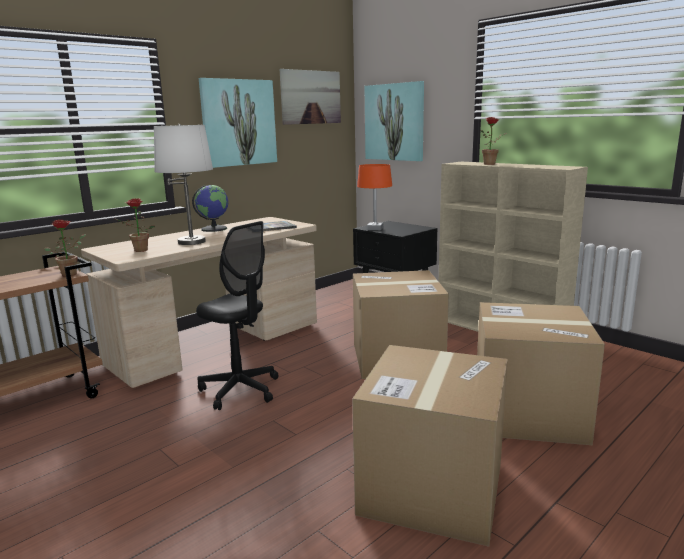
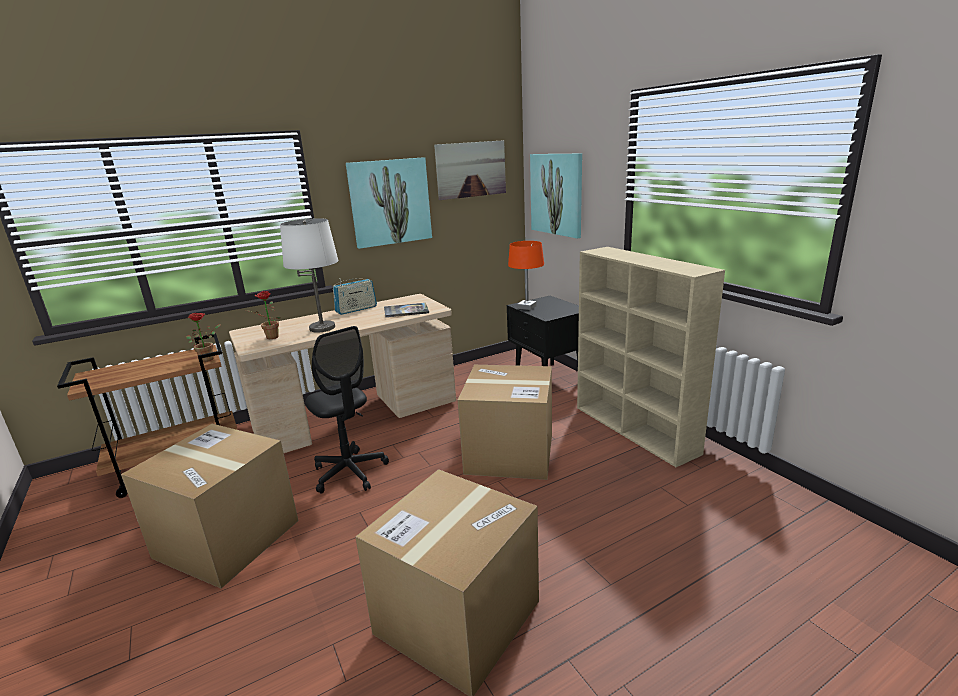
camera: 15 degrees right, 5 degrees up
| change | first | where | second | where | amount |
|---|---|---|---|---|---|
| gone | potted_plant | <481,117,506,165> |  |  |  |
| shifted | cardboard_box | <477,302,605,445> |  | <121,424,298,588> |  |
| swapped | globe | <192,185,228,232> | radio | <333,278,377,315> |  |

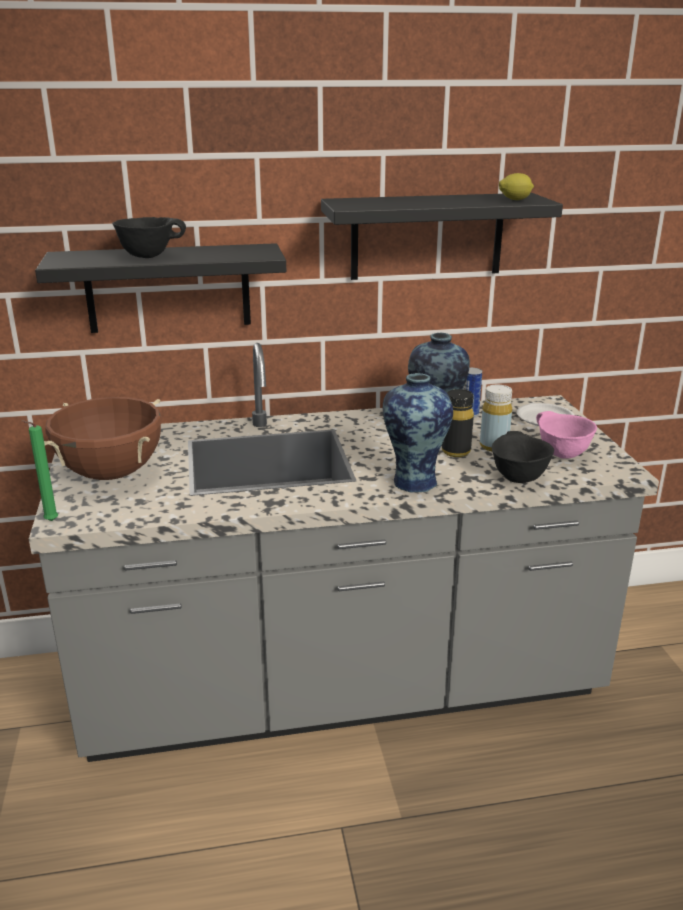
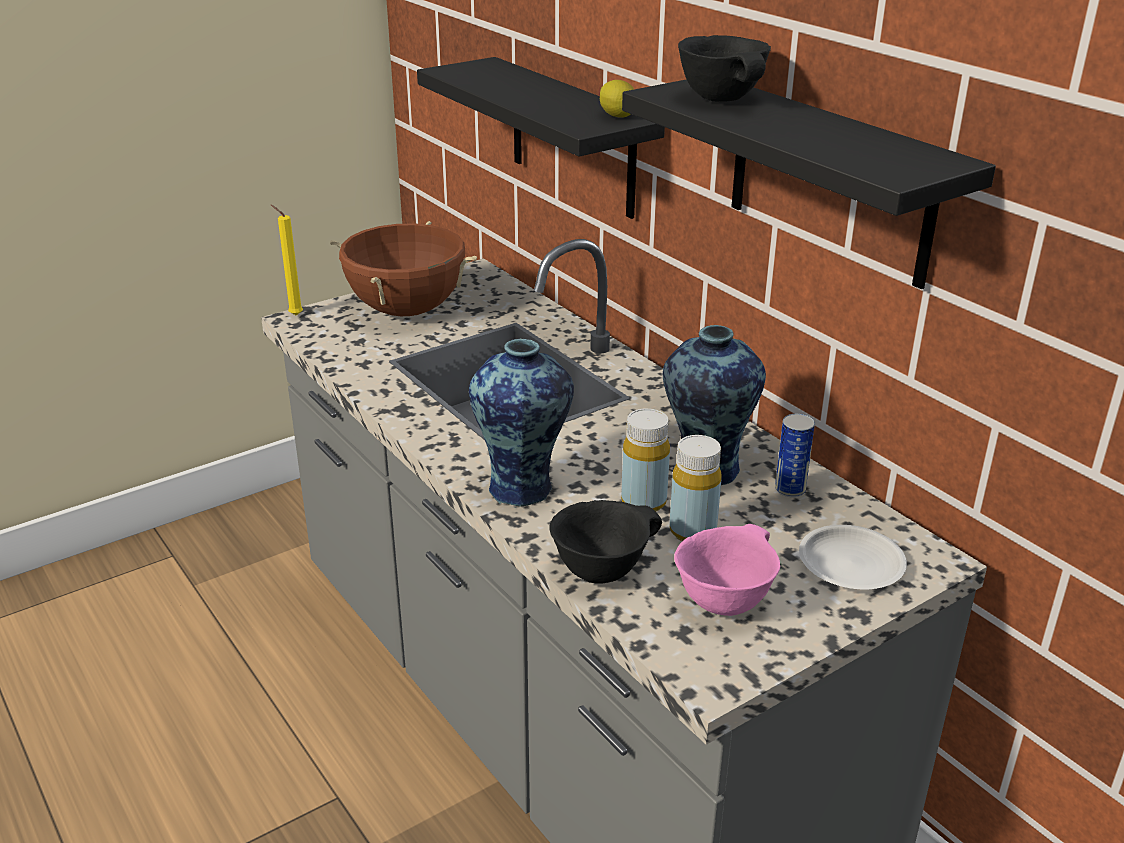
camera: 65 degrees right, 5 degrees up
| change | first | where | second | where | amount |
|---|---|---|---|---|---|
| shifted | black_bowl | <112,217,186,258> |  | <678,35,771,102> |  |
| shifted | lemon | <499,173,534,200> |  | <600,80,634,118> |  |
| repainted | green_candle | <22,420,58,521> | yellow_candle | <271,205,303,316> |  |
| repainted | black_bottle | <442,389,474,457> | yellow_bottle | <621,408,670,511> |  |

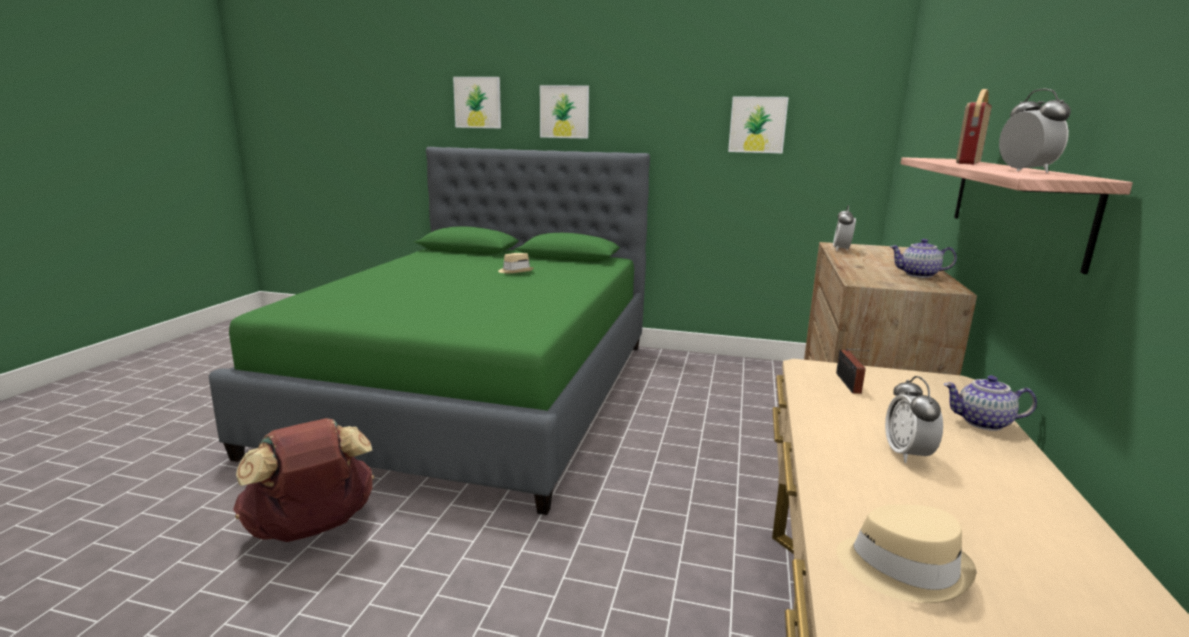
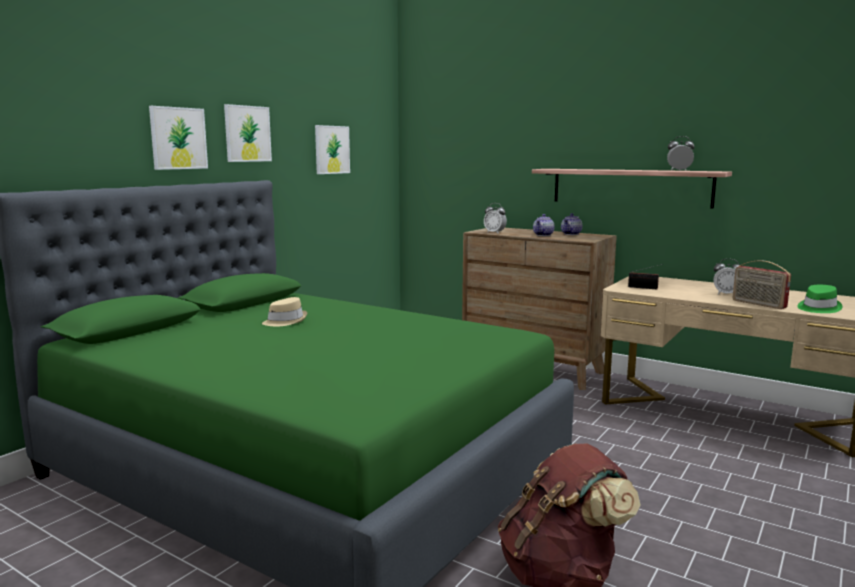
camera: 70 degrees left, 5 degrees down
| change | first | where | second | where | amount |
|---|---|---|---|---|---|
| shifted | picture | <453,77,501,128> |  | <224,104,272,162> |  |
| shifted | teapot | <943,376,1037,431> |  | <533,214,555,236> |  |
| shifted | radio | <956,89,992,164> |  | <733,260,791,309> |  |
| repainted | beige_hat | <836,504,976,603> | green_hat | <797,285,843,313> |  |

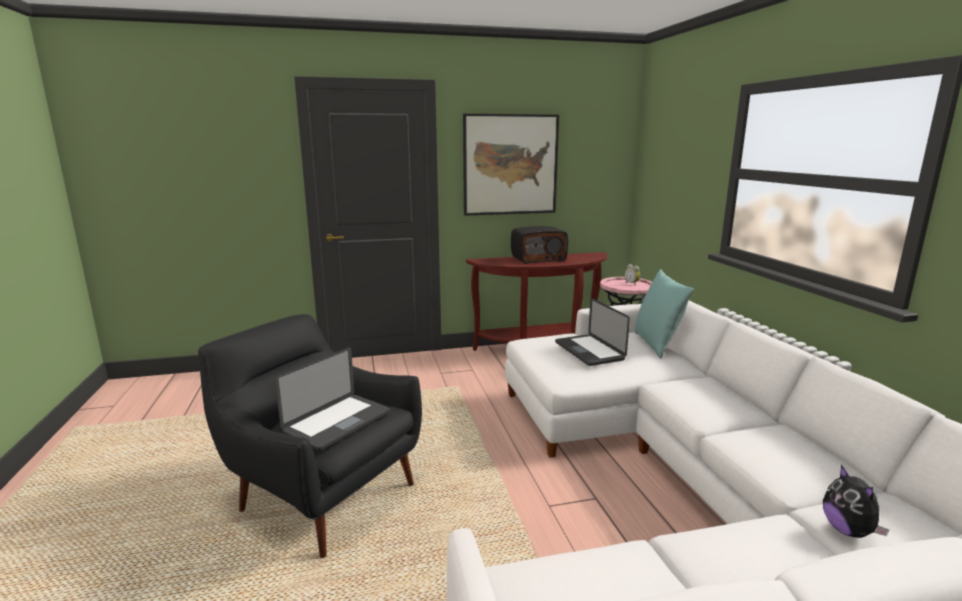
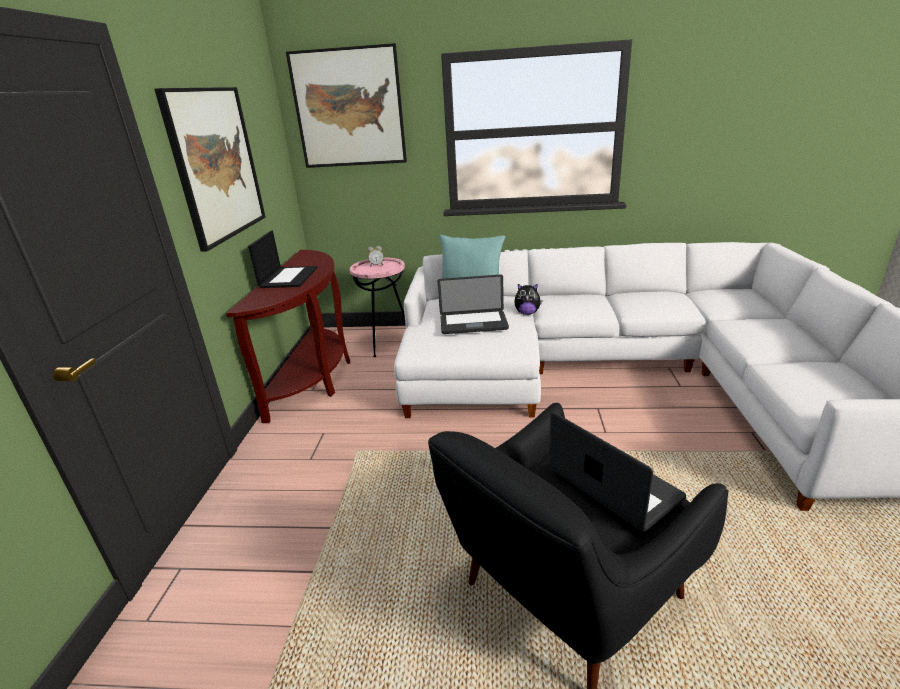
camera: 70 degrees left, 10 degrees up
| change | first | where | second | where | amount |
|---|---|---|---|---|---|
| new |  |  | picture | <286,43,407,168> |  |
| shifted | plush_toy | <823,465,889,538> |  | <514,283,543,315> |  |
| swapped | radio | <511,226,568,264> | laptop | <248,230,318,288> |  |

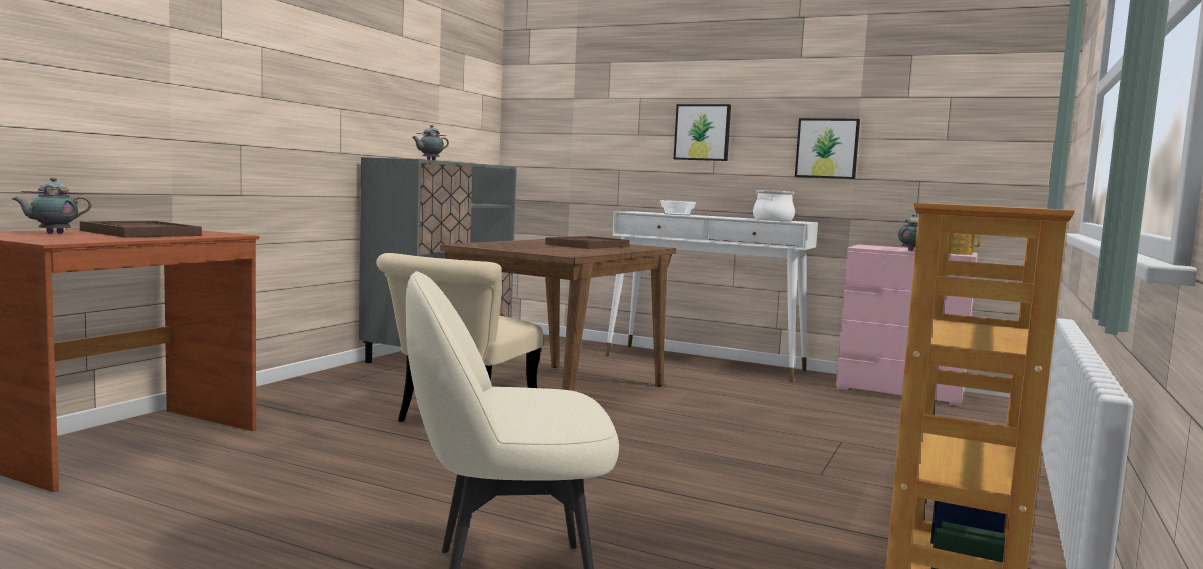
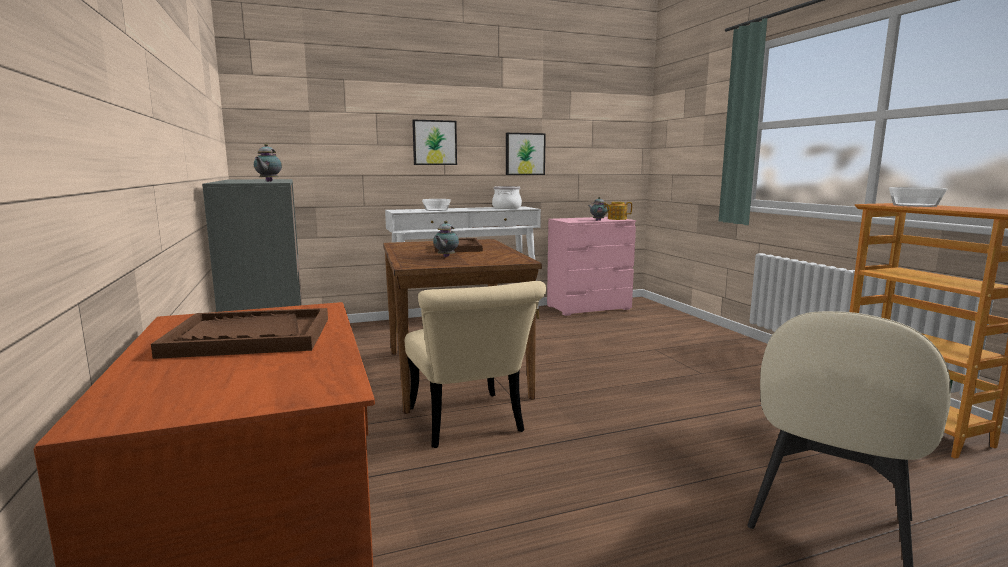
camera: 45 degrees left, 5 degrees up
| change | first | where | second | where | amount |
|---|---|---|---|---|---|
| new |  |  | bowl | <889,187,947,207> |  |
| shifted | teapot | <12,177,92,234> |  | <433,221,459,257> |  |

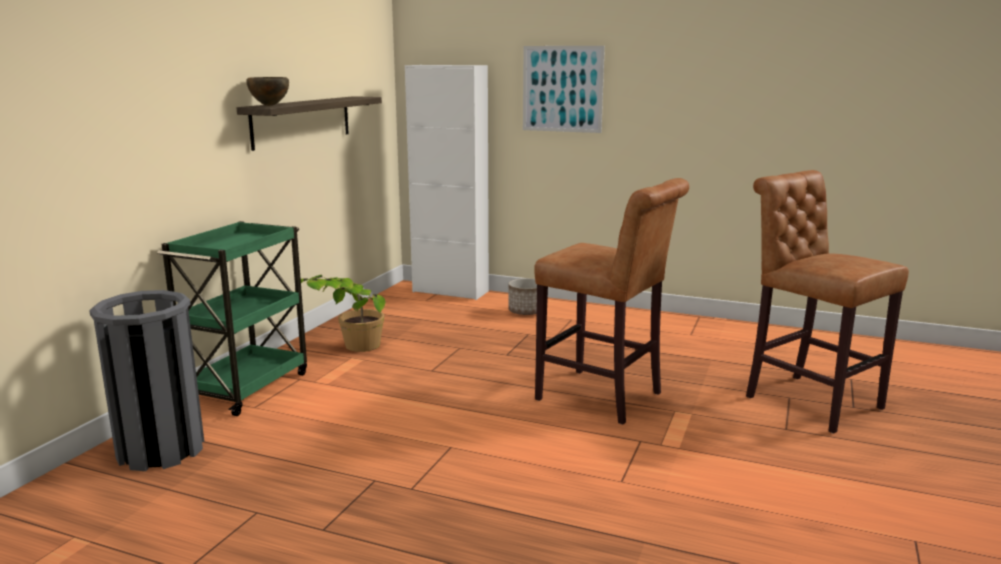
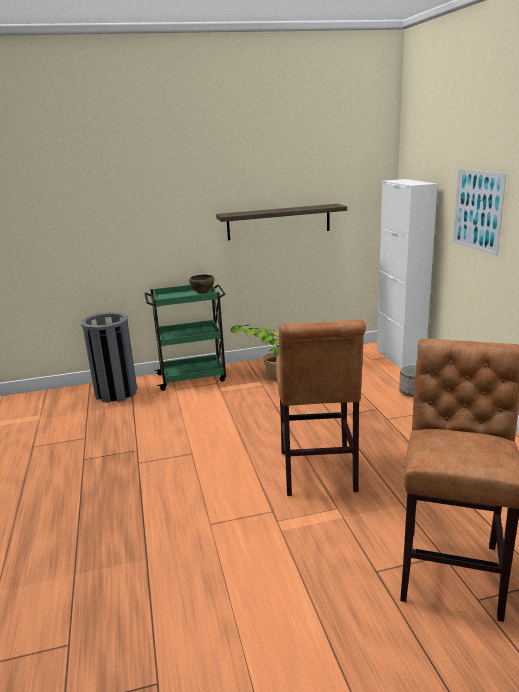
camera: 55 degrees right, 5 degrees up
| change | first | where | second | where | amount |
|---|---|---|---|---|---|
| shifted | brown_bowl | <246,77,289,106> |  | <189,275,214,294> |  |

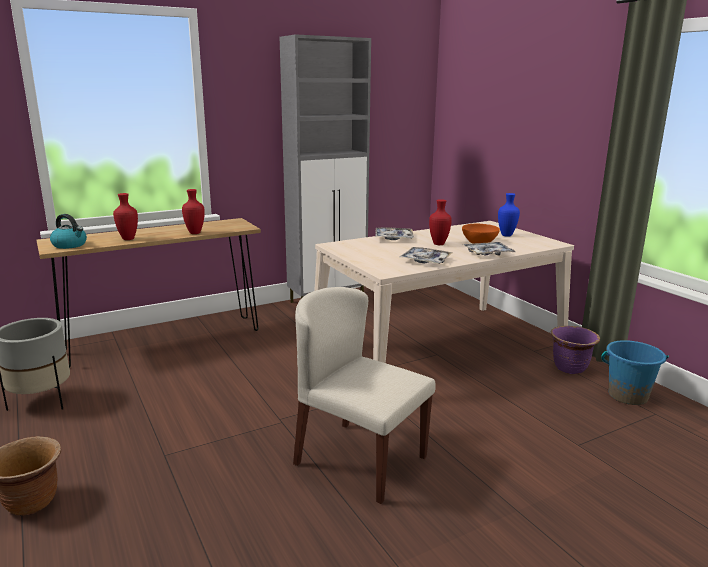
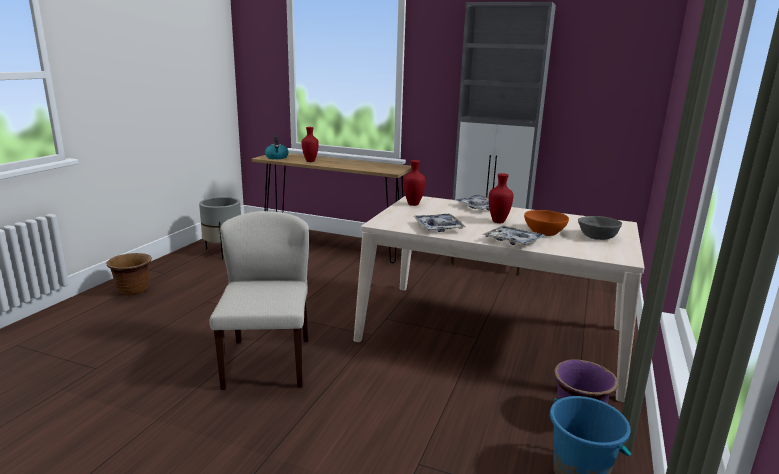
camera: 50 degrees right, 0 degrees up
| change | first | where | second | where | amount |
|---|---|---|---|---|---|
| shifted | red_vase | <182,189,205,234> |  | <404,160,426,206> |  |
| swapped | blue_vase | <498,193,520,237> | grey_bowl | <578,216,622,240> |  |

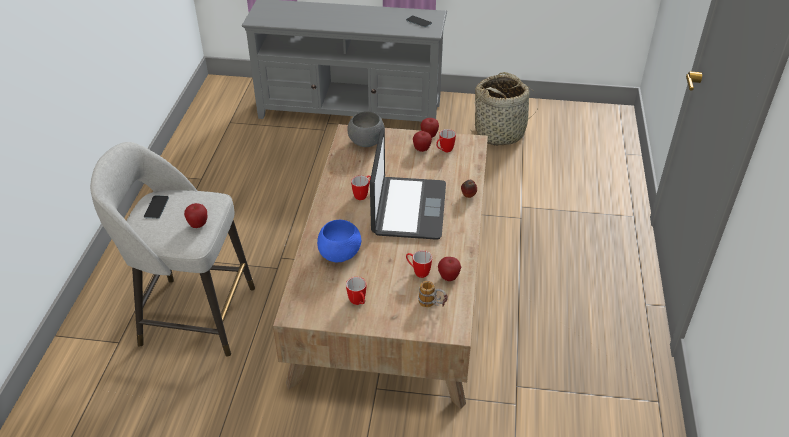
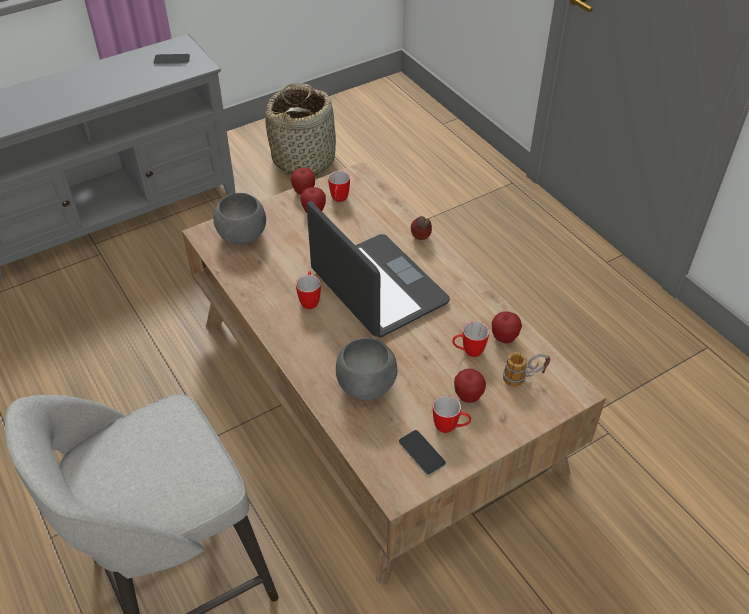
camera: 40 degrees left, 5 degrees up
| change | first | where | second | where | amount |
|---|---|---|---|---|---|
| shifted | phone | <144,195,169,219> |  | <399,430,446,475> |  |
| shifted | apple | <184,203,207,228> |  | <454,369,486,403> |  |
| repainted | blue_bowl | <317,220,361,262> | grey_bowl | <336,338,397,400> |  |

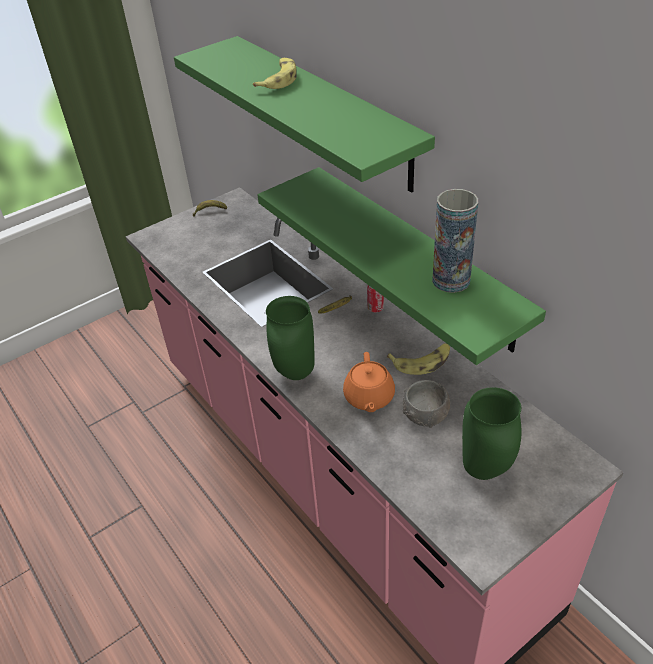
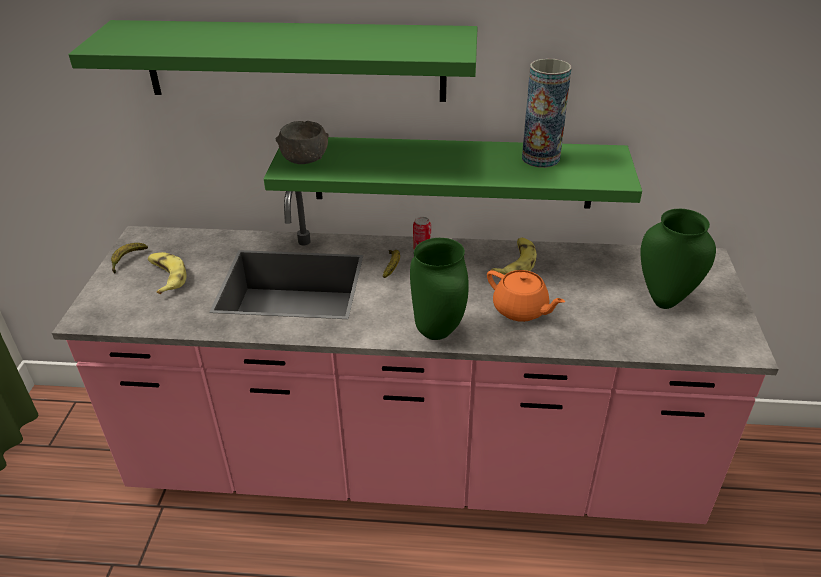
camera: 50 degrees left, 5 degrees down
| change | first | where | second | where | amount |
|---|---|---|---|---|---|
| shifted | banana | <253,58,296,89> |  | <148,252,186,294> |  |
| shifted | grey_bowl | <402,380,450,428> |  | <276,121,329,164> |  |

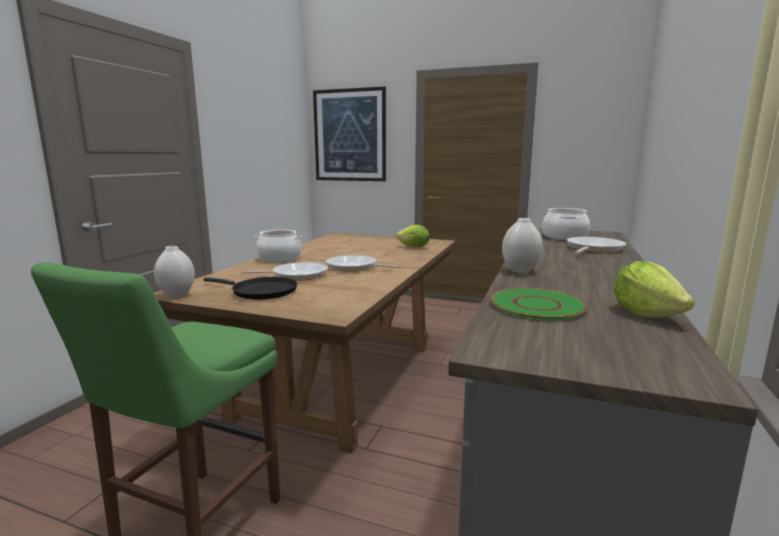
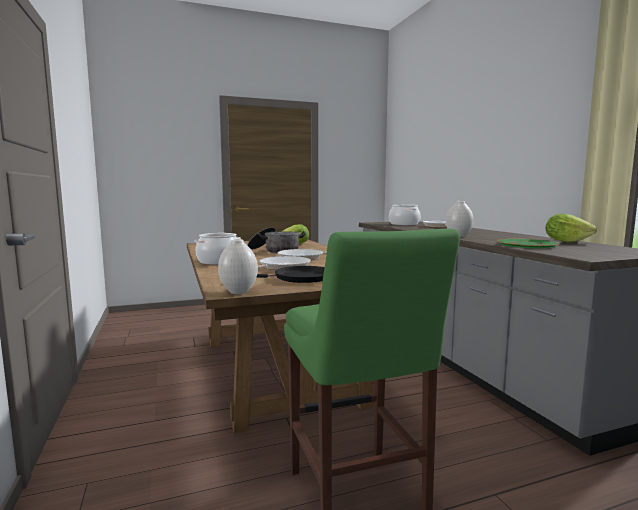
camera: 40 degrees left, 5 degrees down
| change | first | where | second | where | amount |
|---|---|---|---|---|---|
| gone | picture | <313,86,386,181> |  |  |  |
| new |  |  | cooking_pot | <247,227,306,253> |  |

